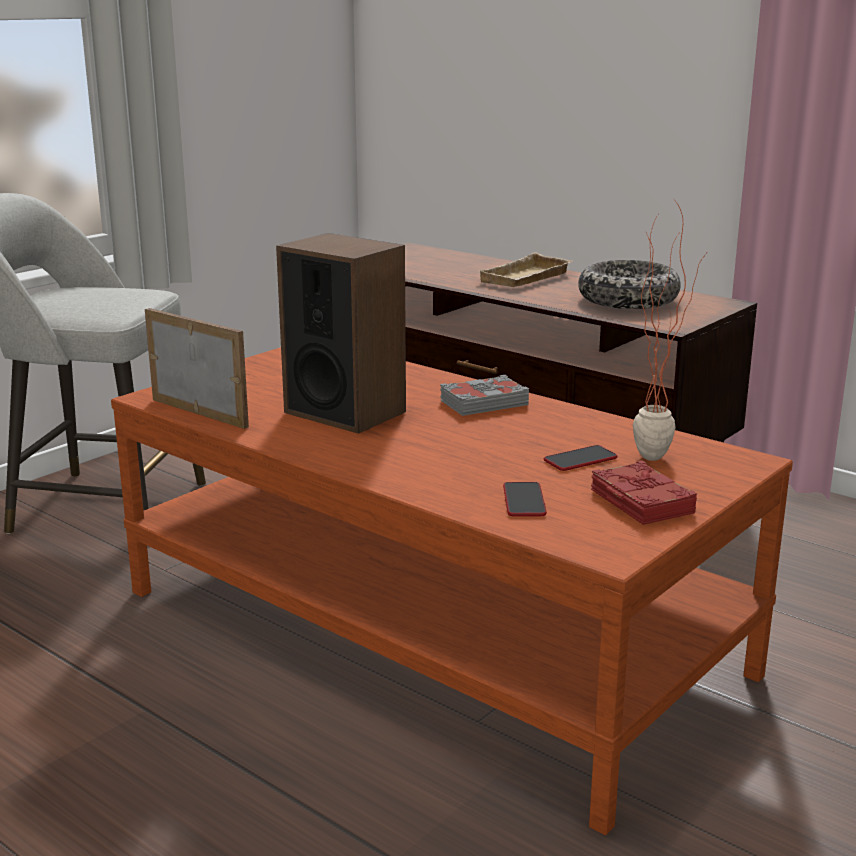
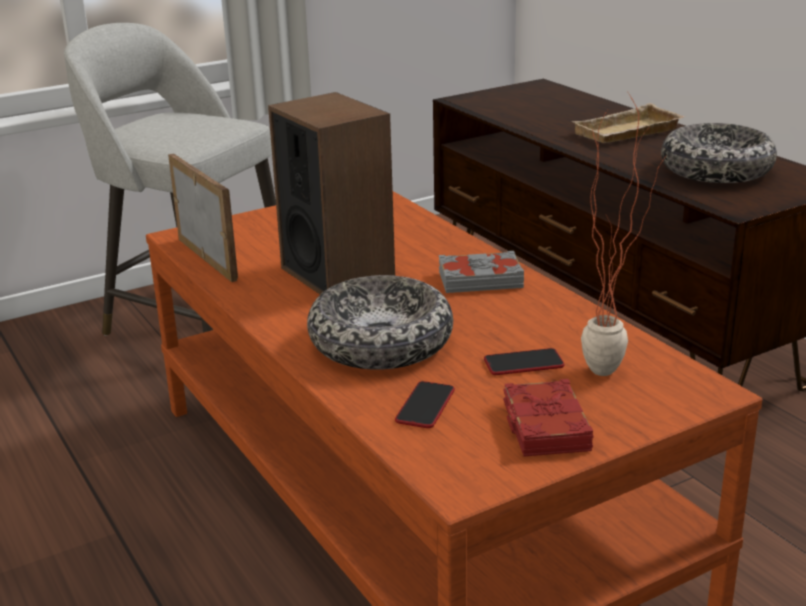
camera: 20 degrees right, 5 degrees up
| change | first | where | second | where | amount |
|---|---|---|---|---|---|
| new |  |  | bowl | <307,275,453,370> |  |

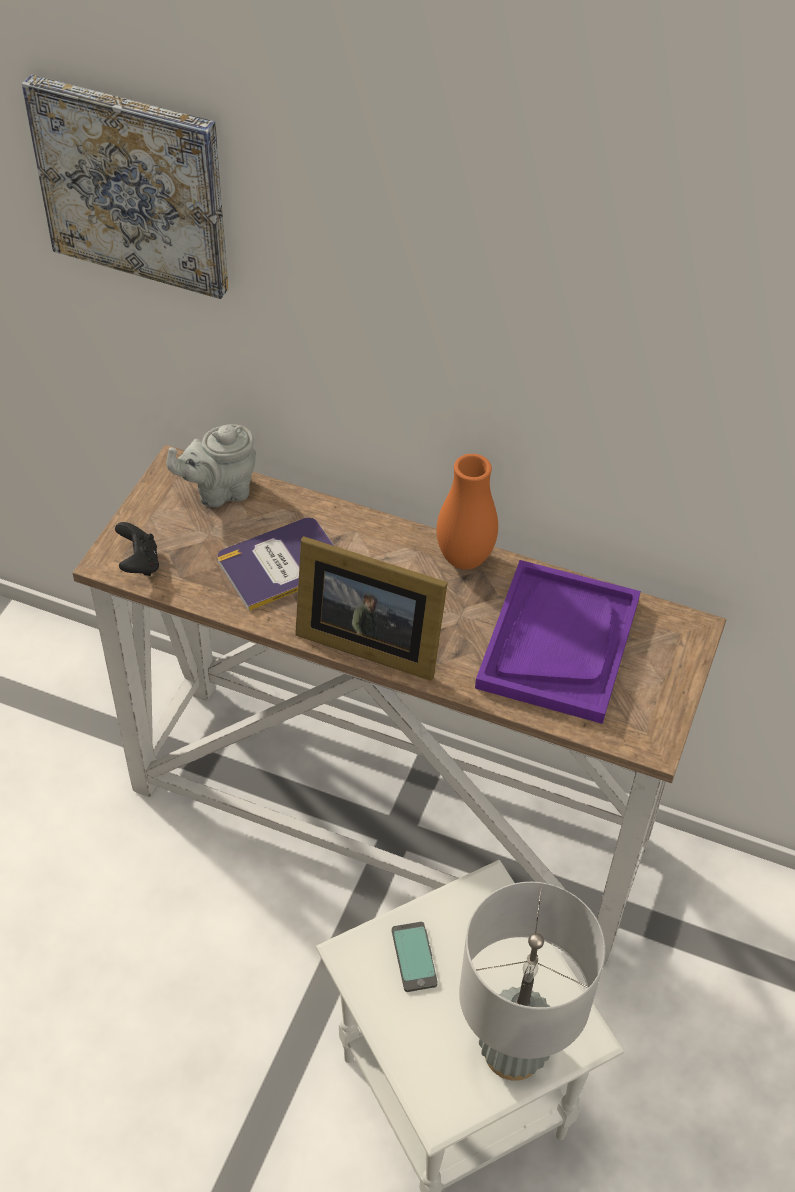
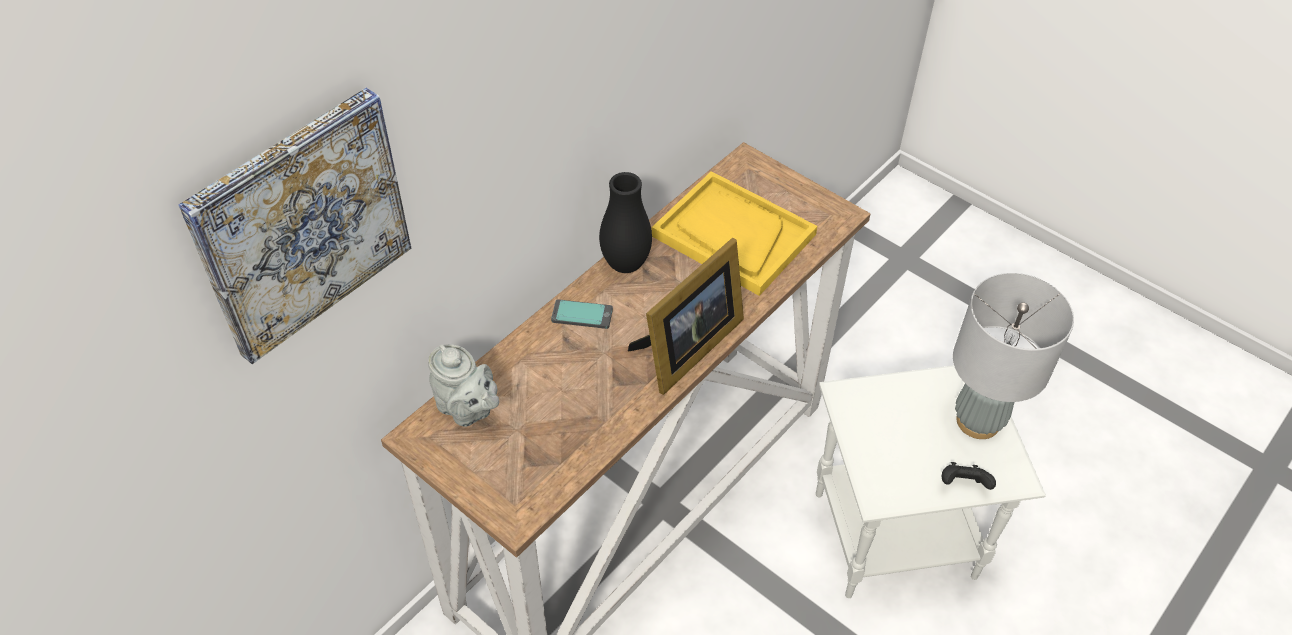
camera: 70 degrees left, 0 degrees up
| change | first | where | second | where | amount |
|---|---|---|---|---|---|
| gone | book | <218,518,334,611> |  |  |  |
| shifted | black_game_controller | <115,522,159,576> |  | <942,462,996,490> |  |
| shifted | phone | <392,922,438,992> |  | <551,299,613,329> |  |
| repainted | orange_vase | <436,454,498,570> | black_vase | <599,172,652,273> |  |
| repainted | purple_tray | <475,560,641,724> | yellow_tray | <652,171,817,296> |  |
| rotated | grey_teapot | <166,424,256,507> |  | <428,344,499,427> | 45 degrees counterclockwise |

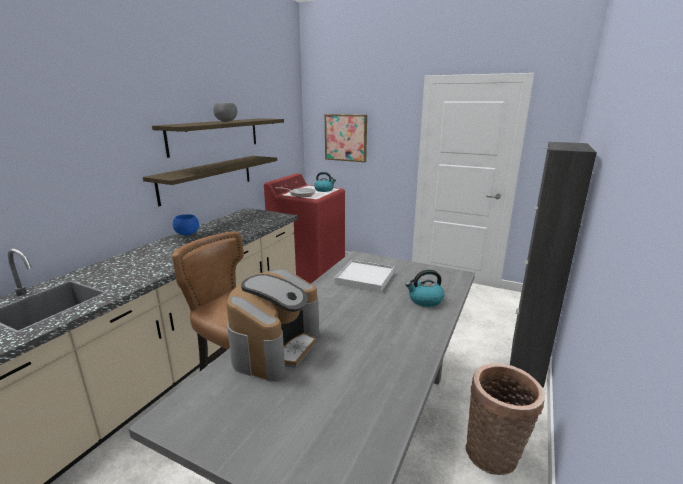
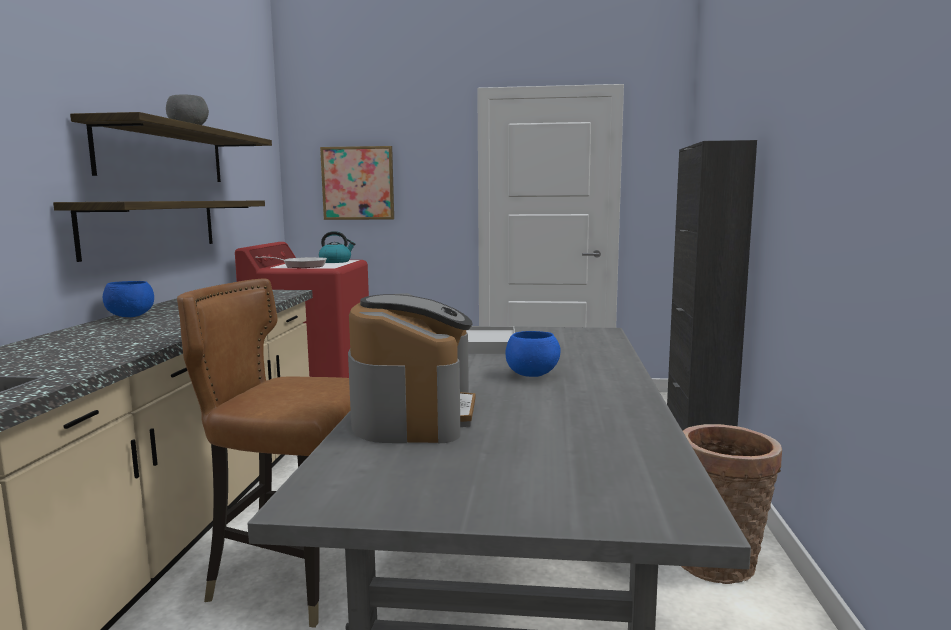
camera: 20 degrees left, 10 degrees down
| change | first | where | second | where | amount |
|---|---|---|---|---|---|
| gone | kettle | <405,270,444,307> |  |  |  |
| new |  |  | blue_bowl | <506,331,561,377> |  |

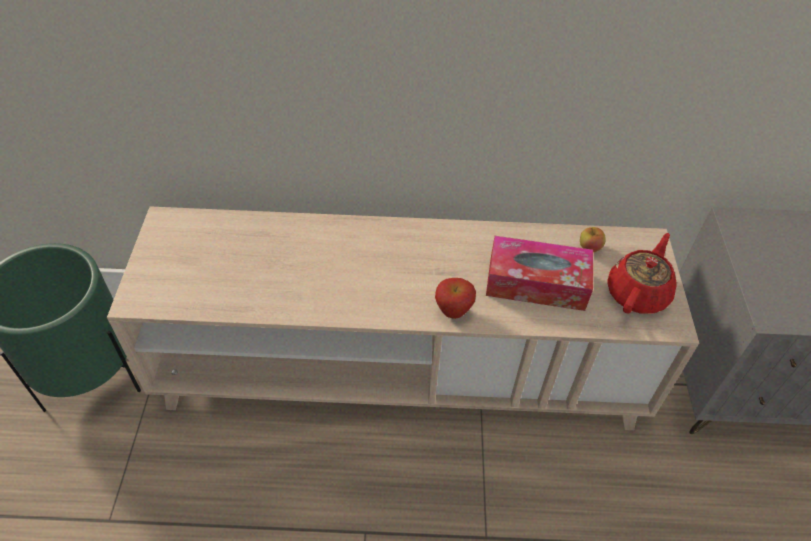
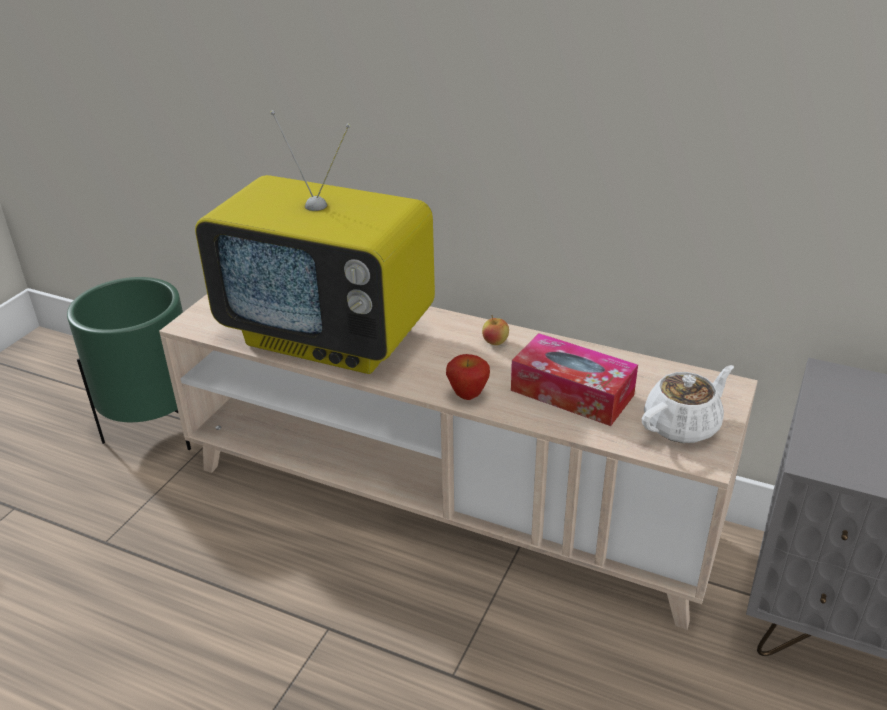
camera: 25 degrees right, 15 degrees down
| change | first | where | second | where | amount |
|---|---|---|---|---|---|
| new |  |  | television | <195,110,435,374> |  |
| shifted | apple | <580,227,606,252> |  | <482,315,509,345> |  |
| repainted | red_teapot | <607,233,676,314> | white_teapot | <642,365,734,443> |  |

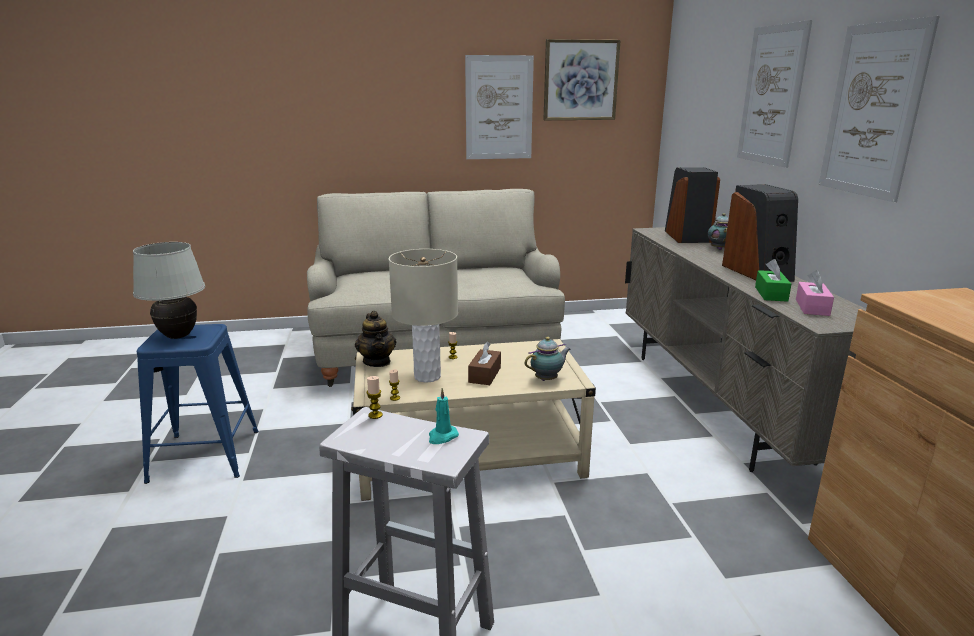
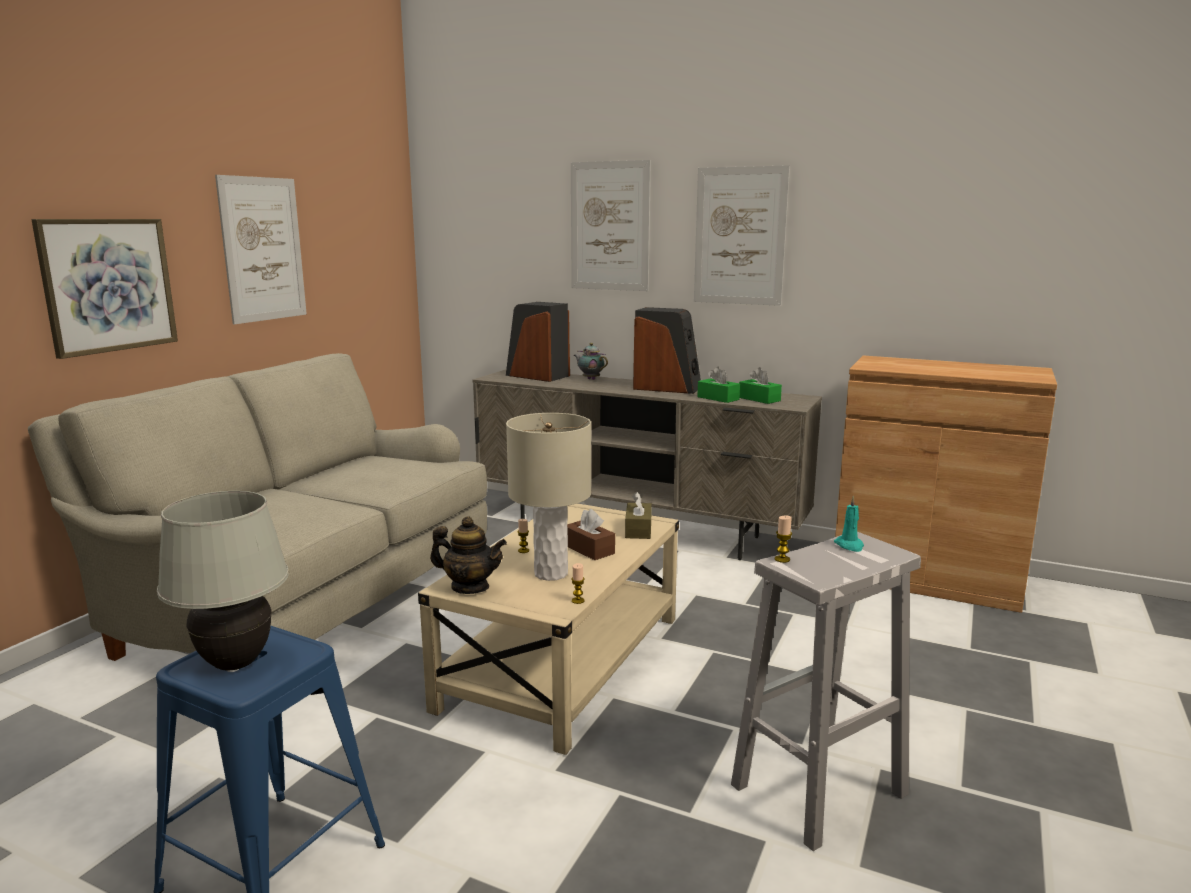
camera: 55 degrees left, 5 degrees down
| change | first | where | second | where | amount |
|---|---|---|---|---|---|
| shifted | picture | <544,39,621,120> |  | <31,219,178,359> |  |
| swapped | teapot | <525,337,570,381> | brown_tissue_box | <625,492,652,539> |  |
| repainted | pink_tissue_box | <796,270,834,316> | green_tissue_box | <739,367,782,404> |  |

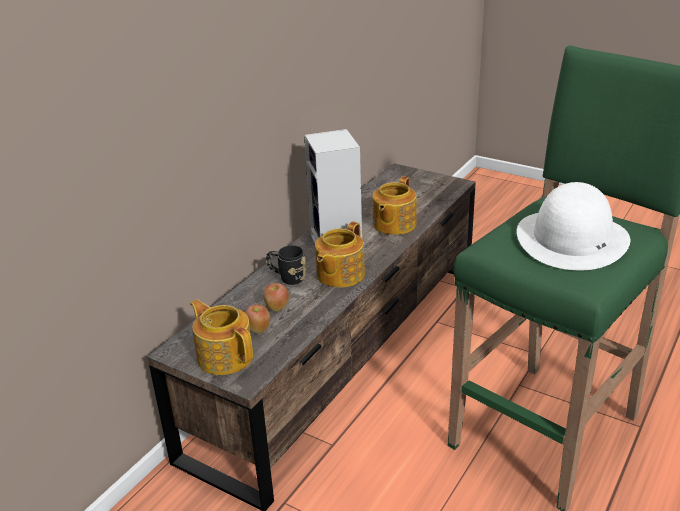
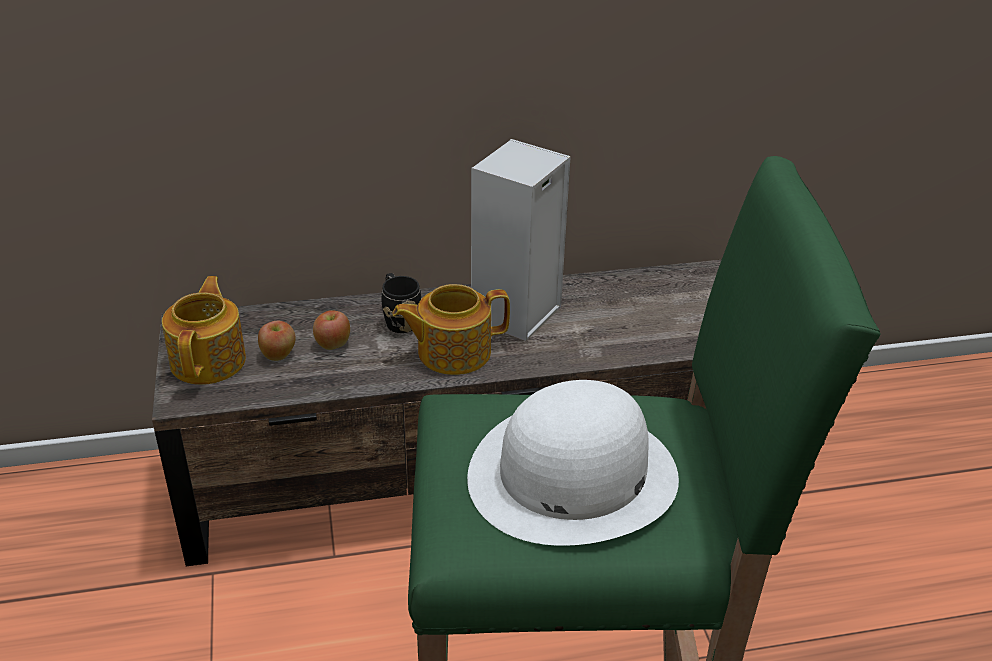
camera: 45 degrees right, 5 degrees up
| change | first | where | second | where | amount |
|---|---|---|---|---|---|
| gone | teapot | <372,176,417,235> |  |  |  |

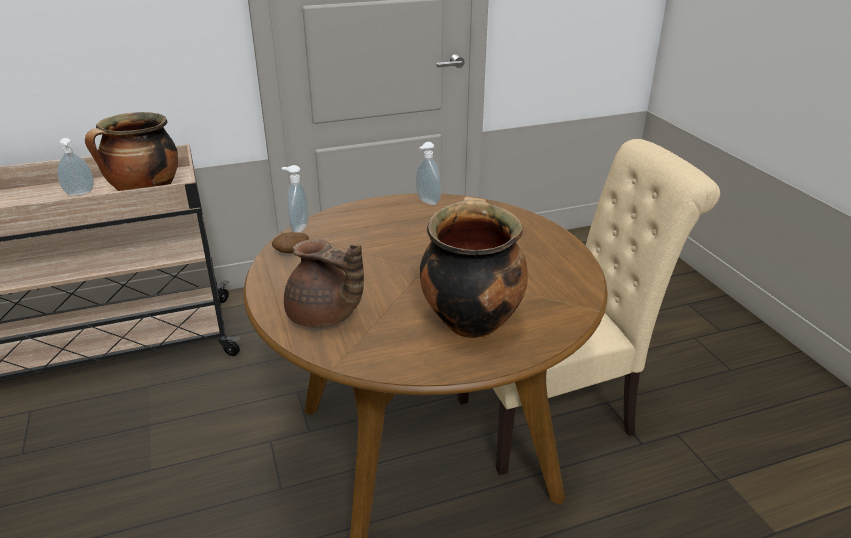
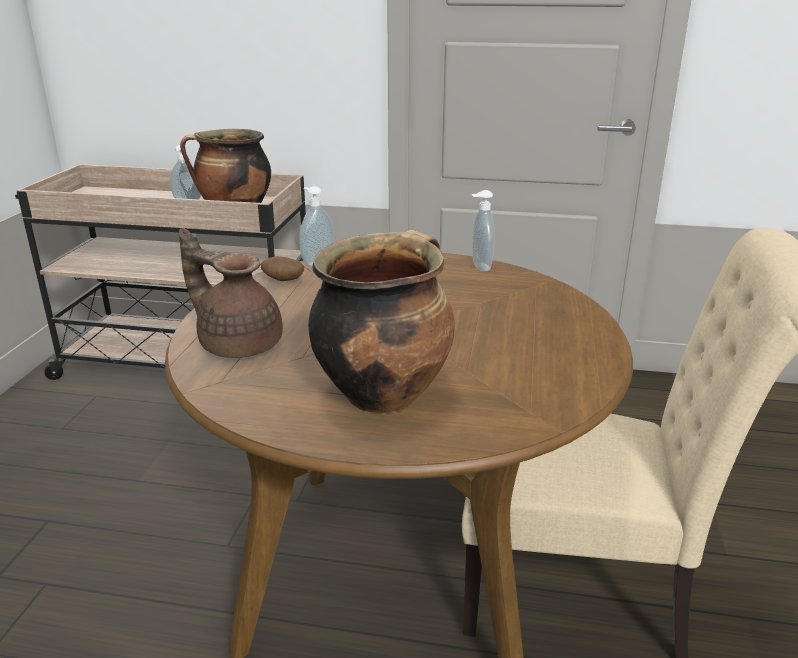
camera: 30 degrees right, 5 degrees down
| change | first | where | second | where | amount |
|---|---|---|---|---|---|
| rotated | brown_teapot | <284,239,364,328> |  | <179,228,283,358> | 150 degrees clockwise |

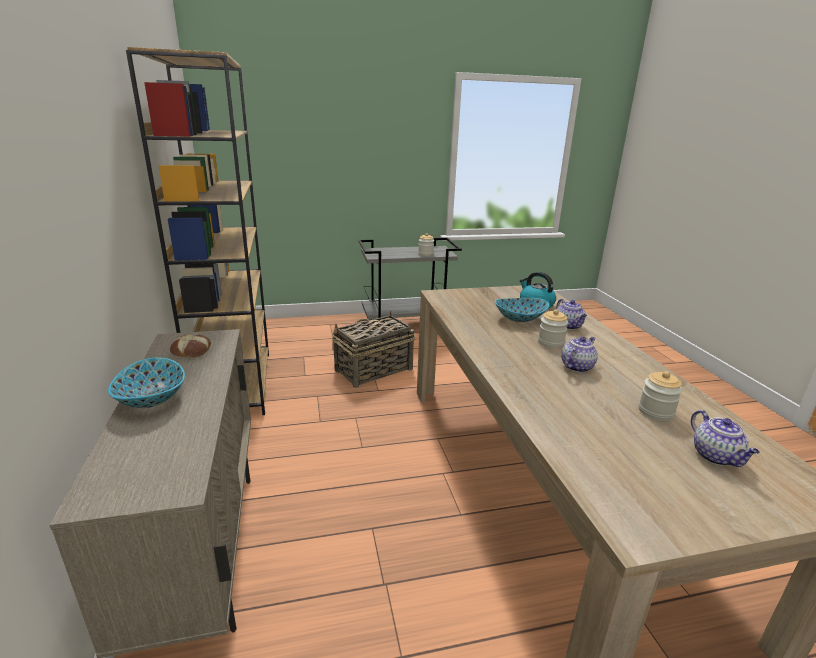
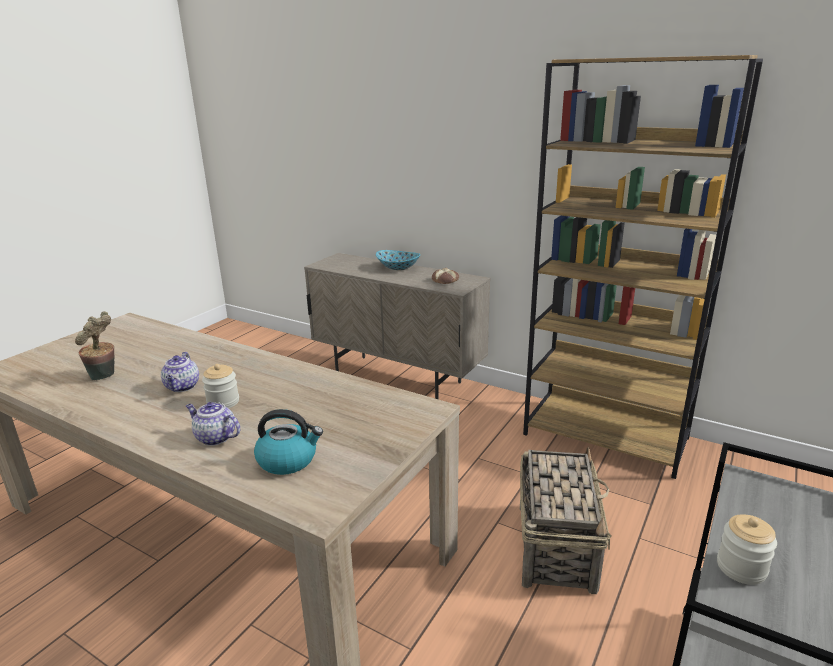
camera: 135 degrees right, 0 degrees up
| change | first | where | second | where | amount |
|---|---|---|---|---|---|
| gone | bowl | <495,298,550,322> |  |  |  |
| gone | teapot | <691,410,760,467> |  |  |  |
| swapped | jar | <639,371,683,421> | potted_plant | <75,311,114,380> |  |

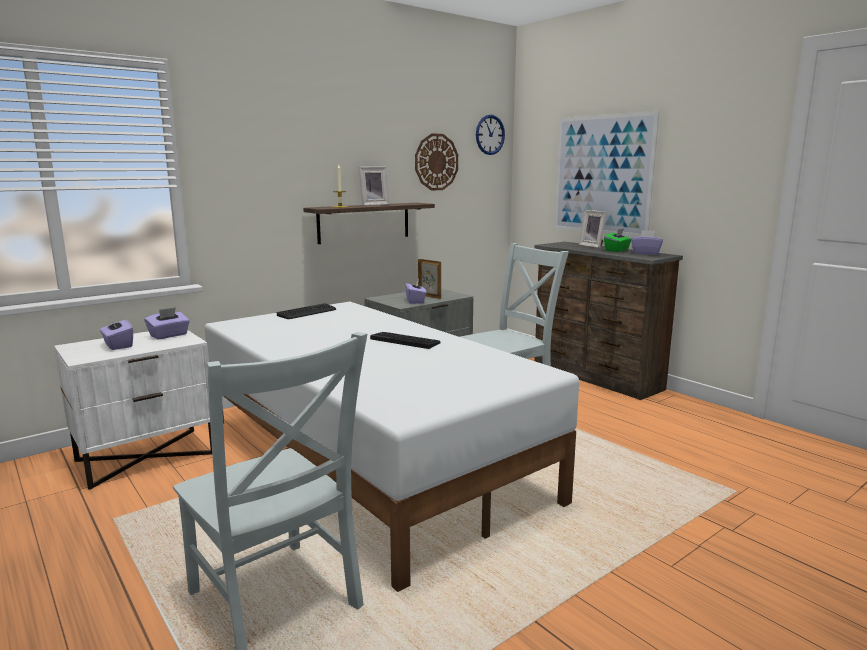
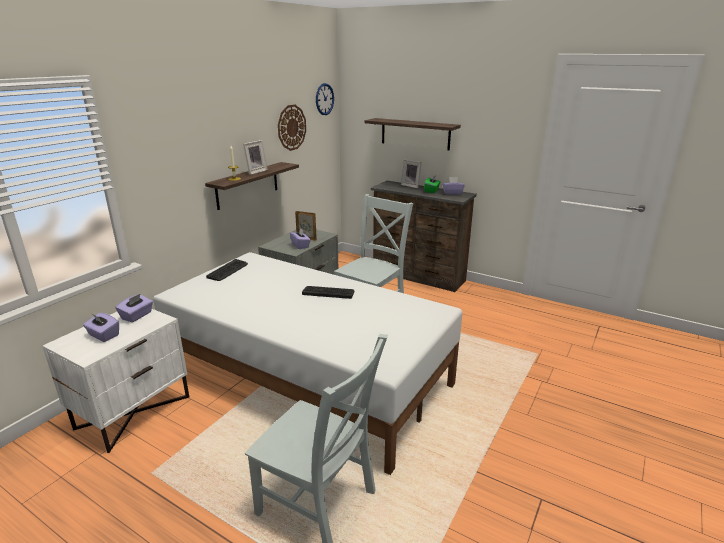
camera: 20 degrees left, 10 degrees up
| change | first | where | second | where | amount |
|---|---|---|---|---|---|
| swapped | picture | <554,111,660,237> | shelf | <364,118,461,150> |  |

